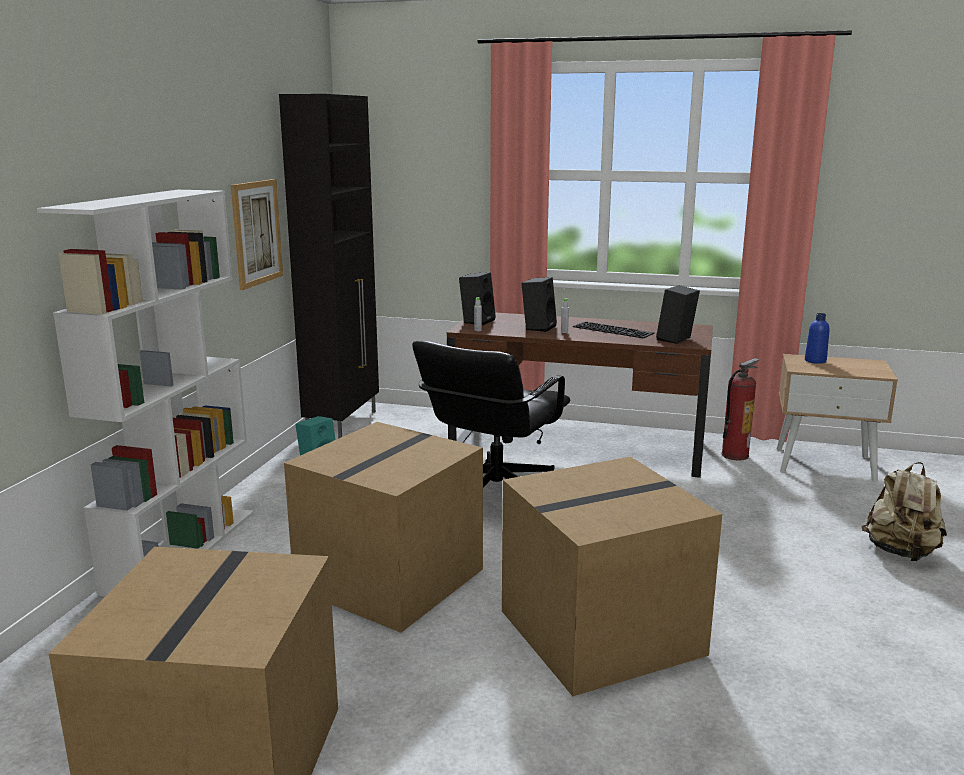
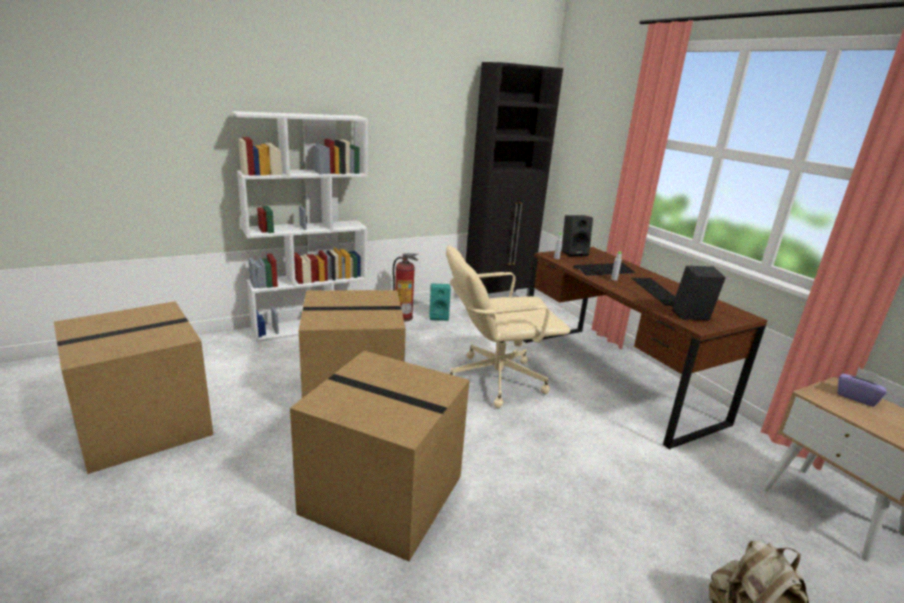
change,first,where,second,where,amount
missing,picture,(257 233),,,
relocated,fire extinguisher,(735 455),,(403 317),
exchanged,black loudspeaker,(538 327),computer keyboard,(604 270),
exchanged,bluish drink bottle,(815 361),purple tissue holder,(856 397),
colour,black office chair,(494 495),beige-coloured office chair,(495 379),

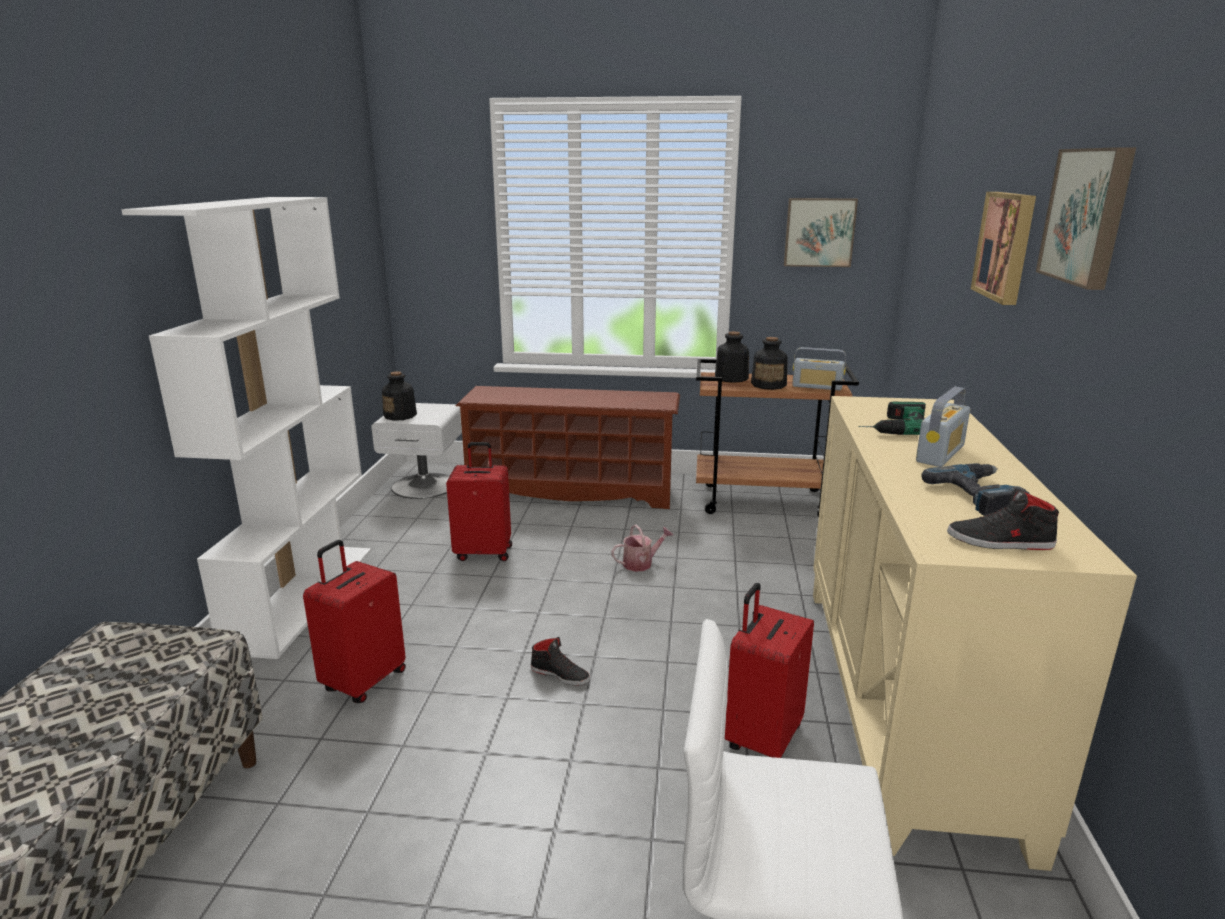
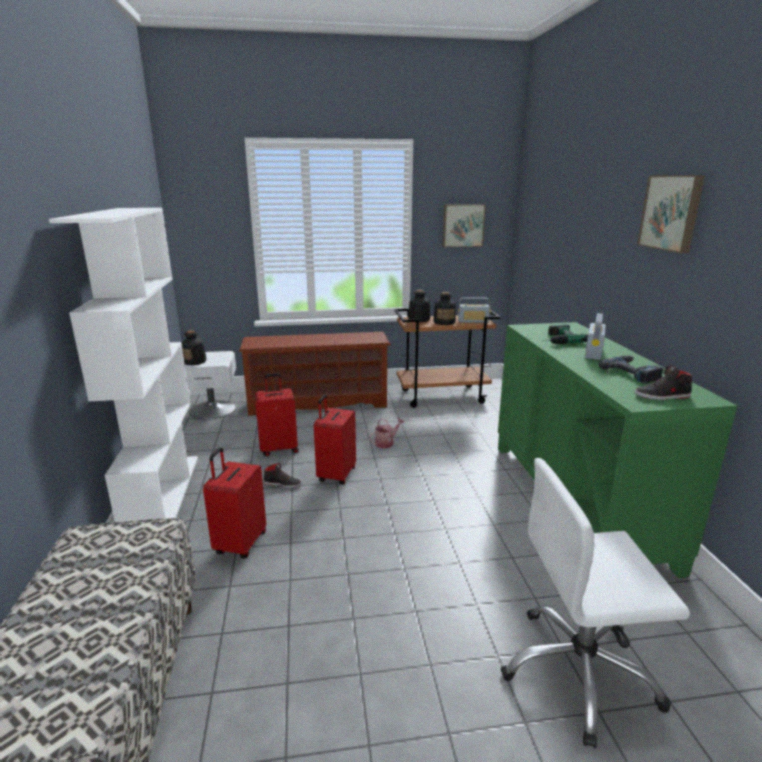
change,first,where,second,where,amount
missing,picture,(1007 246),,,
relocated,black item of footwear,(560 674),,(282 483),
relocated,red-coloured piece of luggage,(762 737),,(335 475),
colour,beige-coloured storage cabinet,(905 701),green storage cabinet,(576 501),

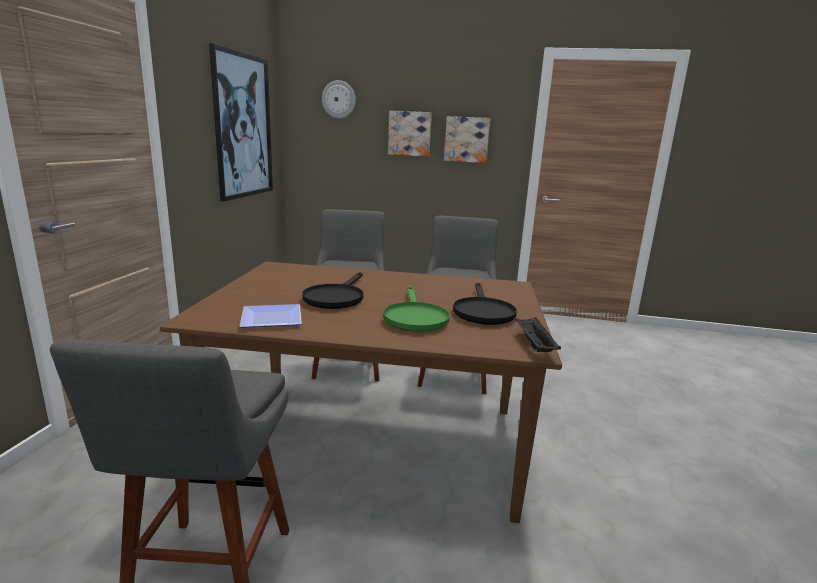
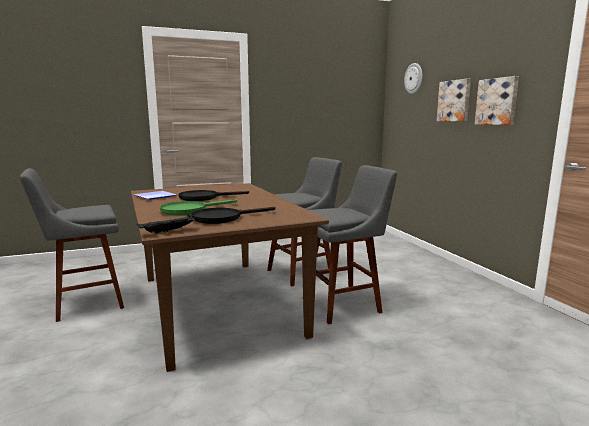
change,first,where,second,where,amount
missing,picture,(243 126),,,

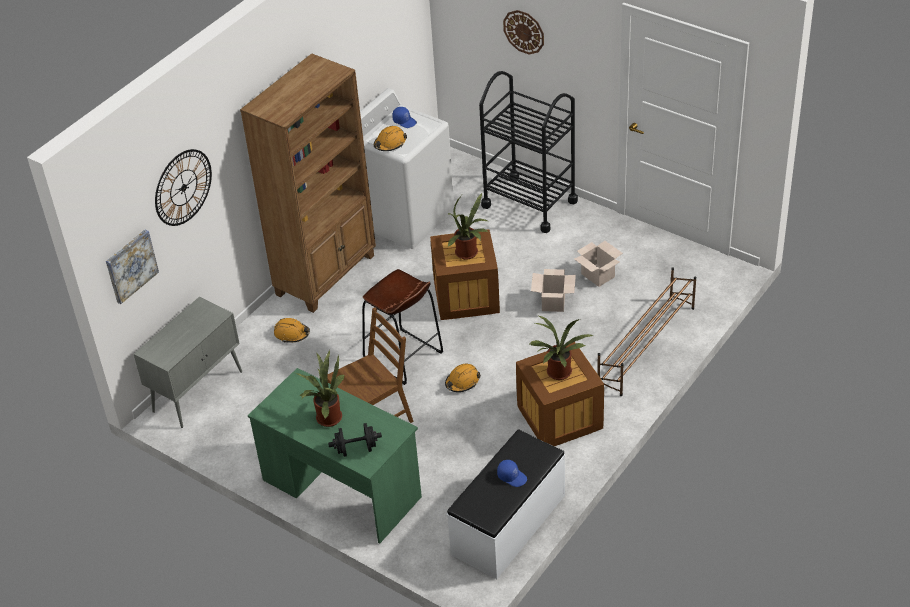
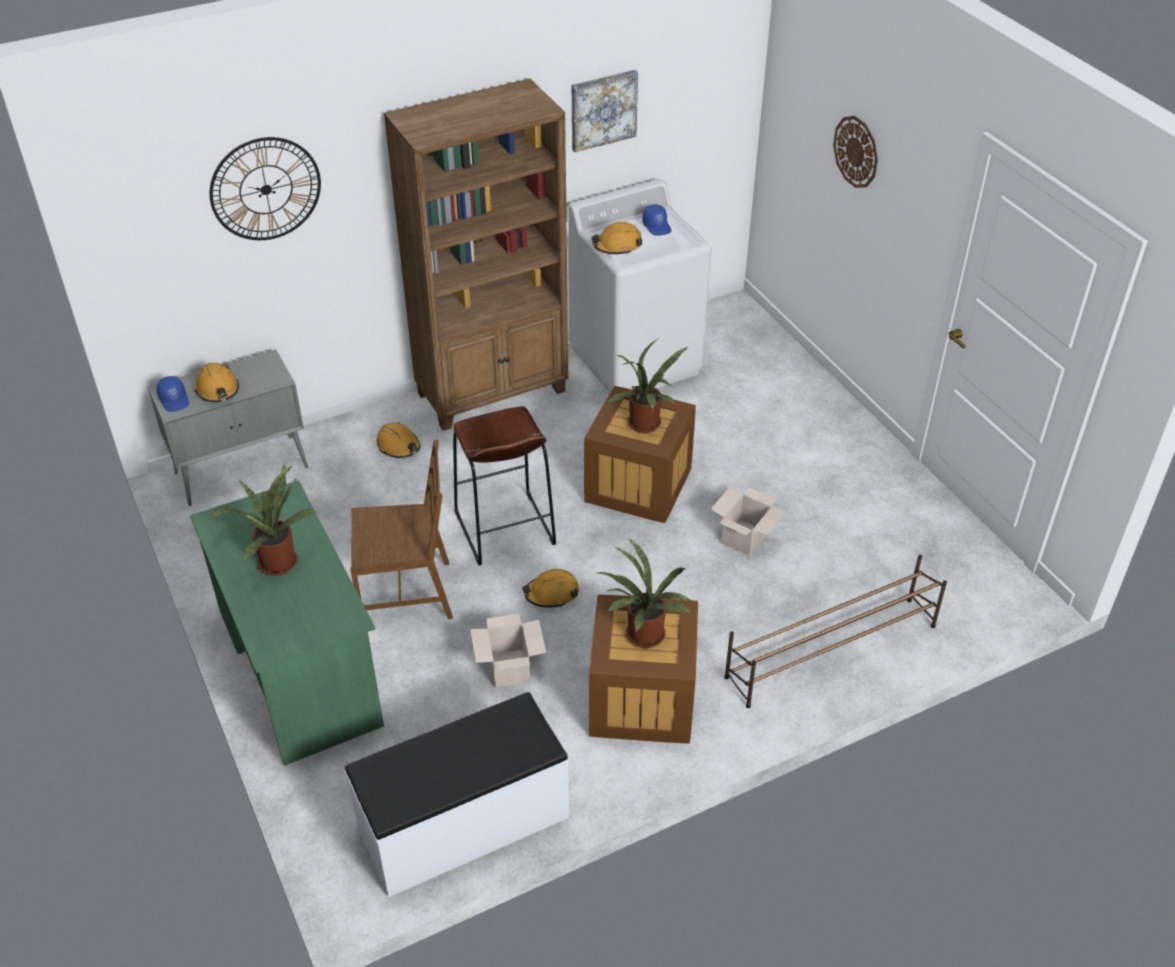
change,first,where,second,where,amount
missing,black free weight,(356 449),,,
missing,black trolley,(529 203),,,
appeared,,,orange-coloured work helmet,(218 389),
relocated,picture,(131 265),,(603 109),
relocated,bluish baseball cap,(512 476),,(175 400),
relocated,packing box,(598 275),,(510 669),

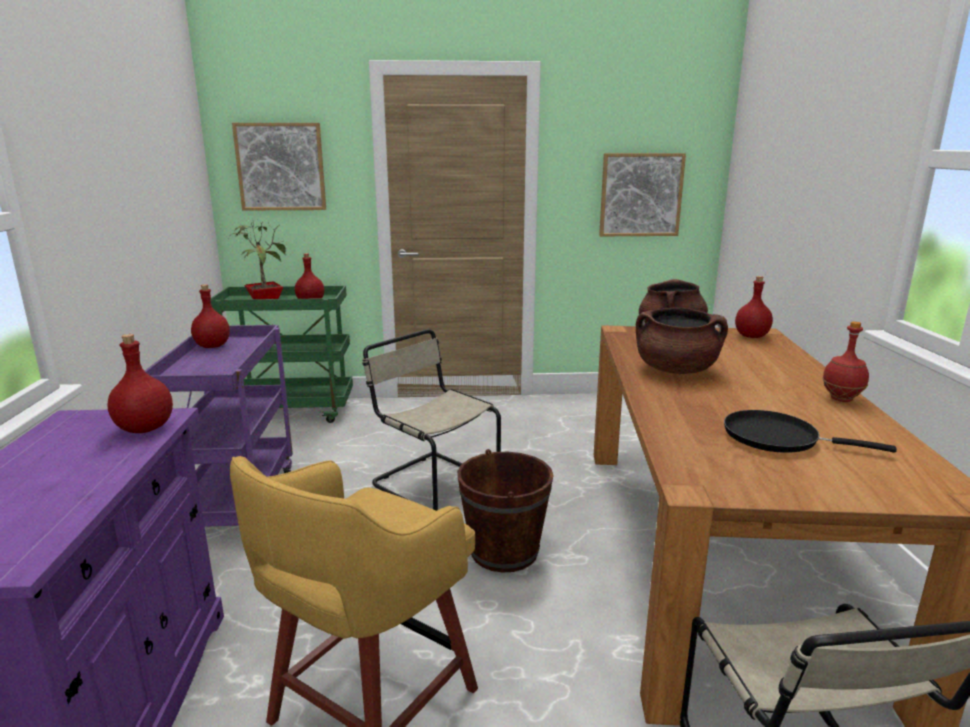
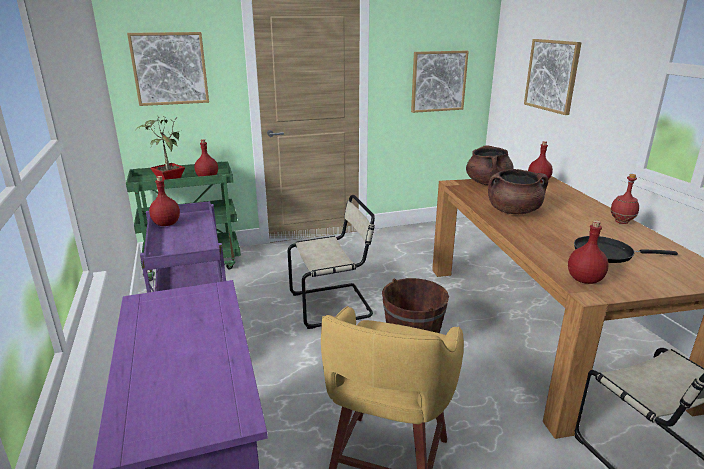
change,first,where,second,where,amount
appeared,,,picture,(552 75),
relocated,red-coloured drink bottle,(144 428),,(583 280),
spun,beige-coloured plain chair,(431 482),,(334 305),135 degrees clockwise

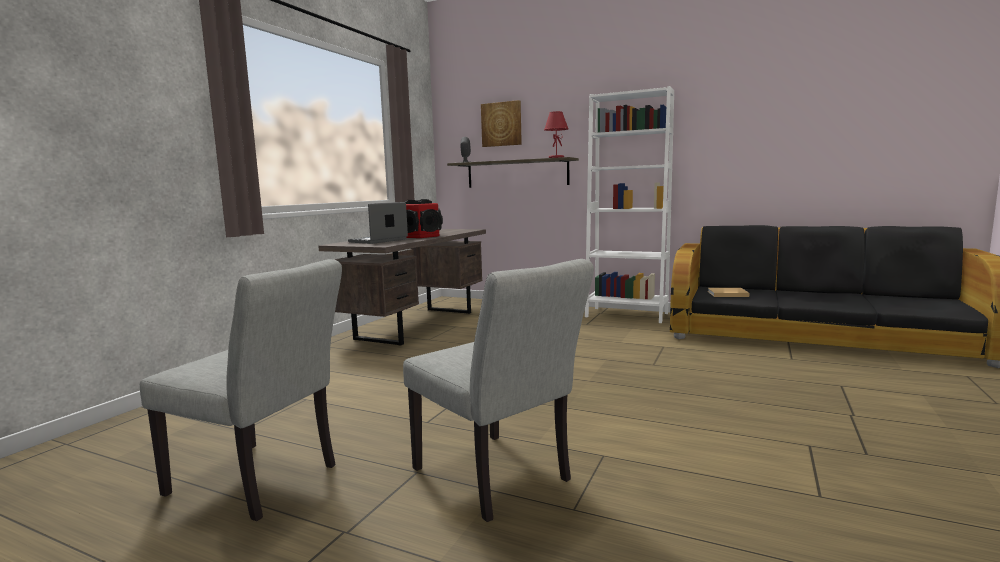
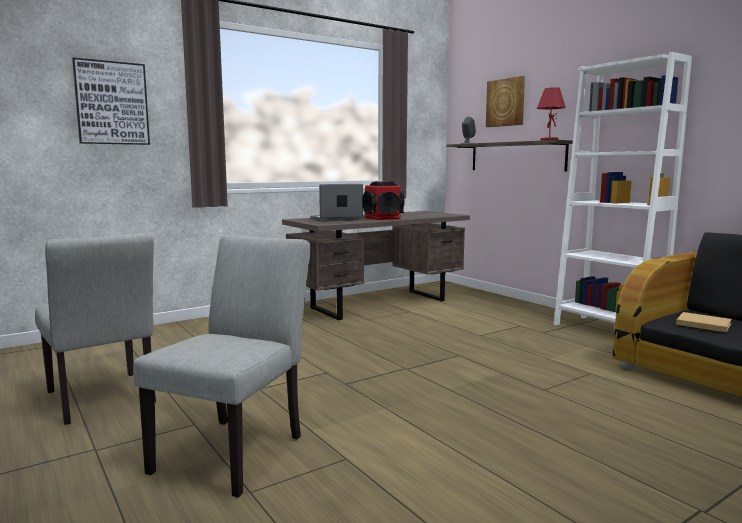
change,first,where,second,where,amount
appeared,,,picture,(112 103),
spun,grey plain chair,(498 479),,(236 449),150 degrees counterclockwise

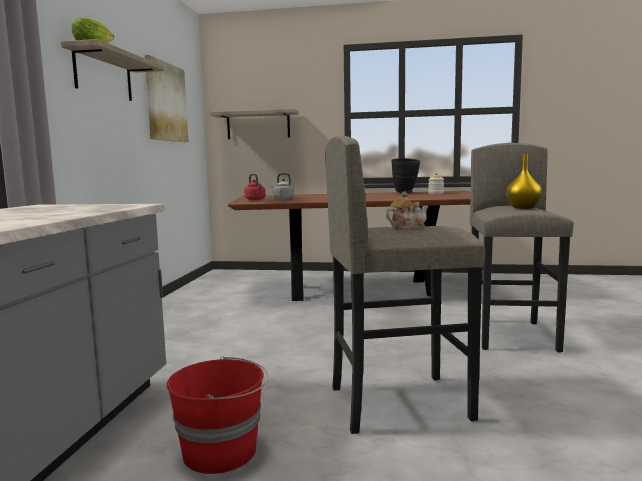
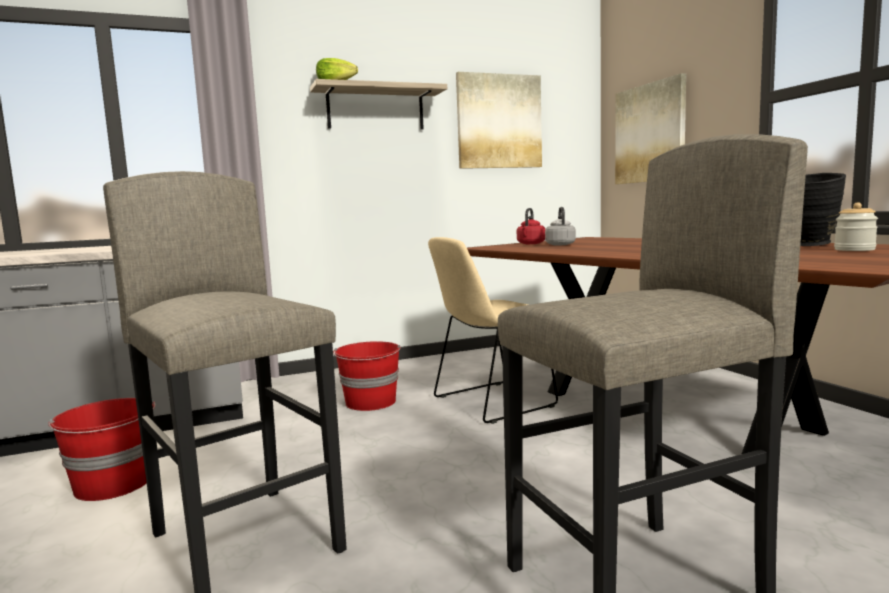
change,first,where,second,where,amount
missing,teapot,(406 228),,,
missing,yellow-coloured flower vase,(523 208),,,
appeared,,,red-coloured water bucket,(371 402),
appeared,,,beige-coloured plain chair,(490 403),
exchanged,bracket shelf,(258 125),picture,(650 133),

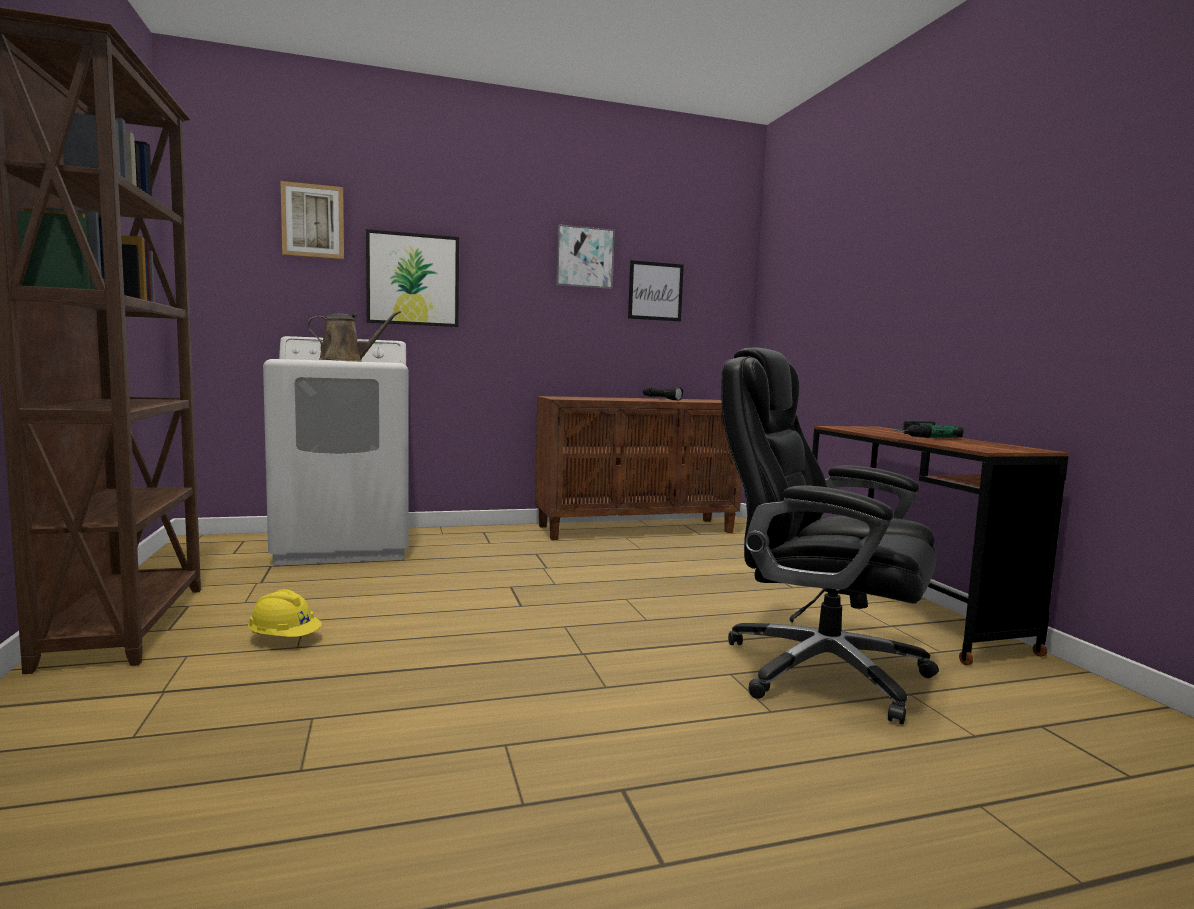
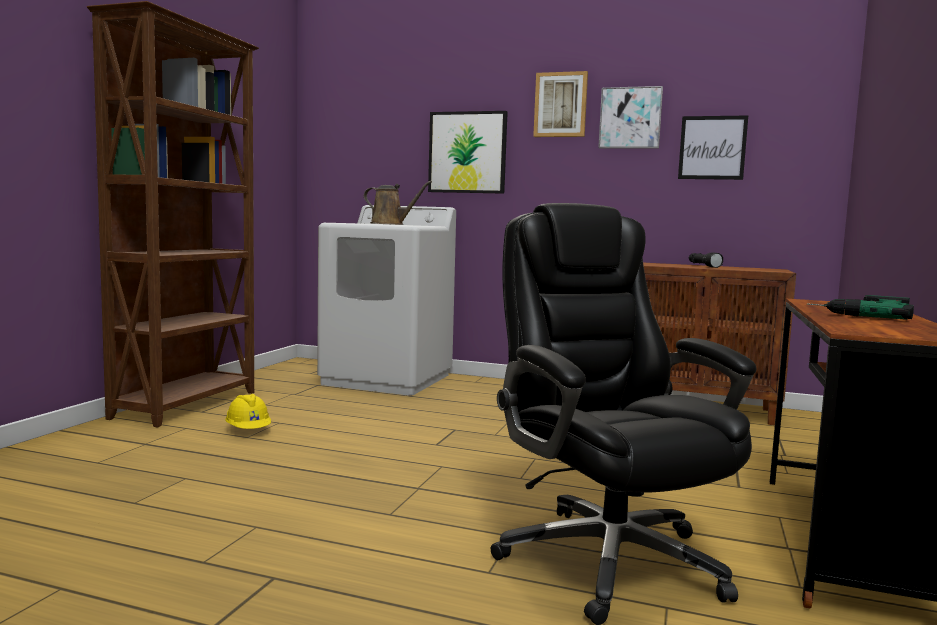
change,first,where,second,where,amount
relocated,picture,(313 221),,(560 105),

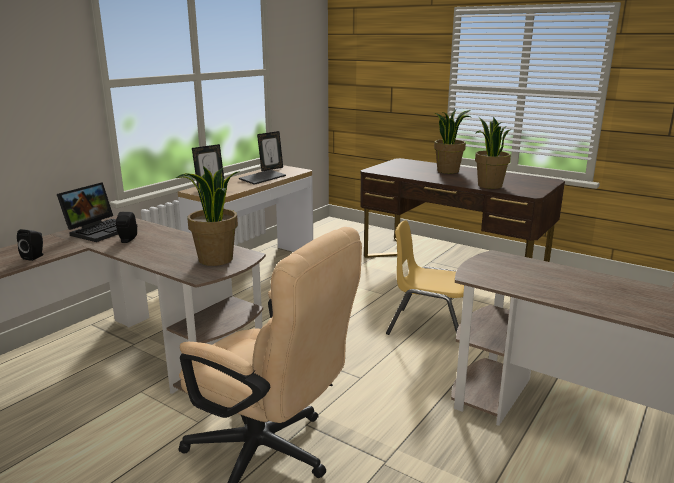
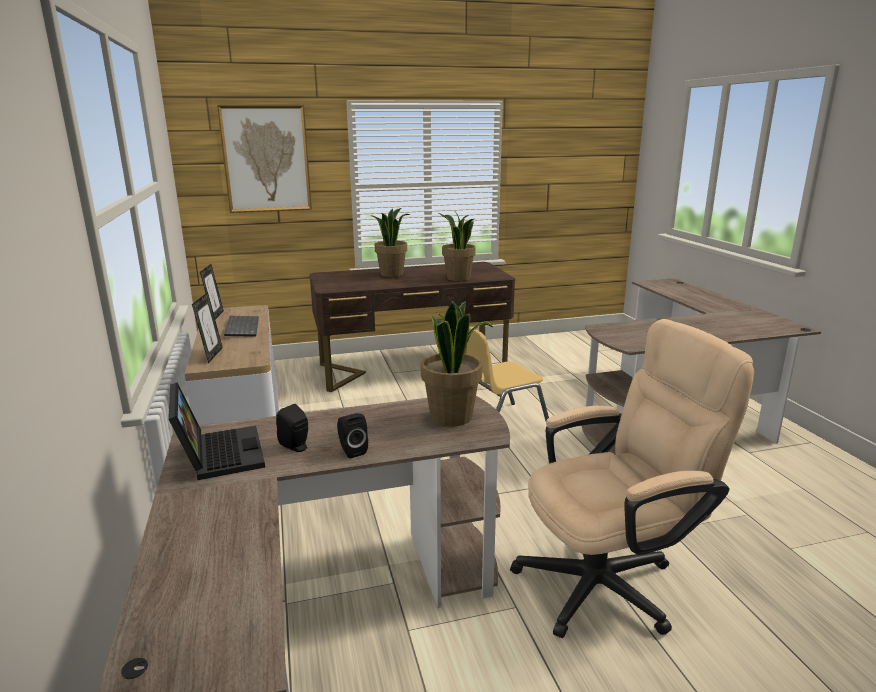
change,first,where,second,where,amount
appeared,,,picture,(266 159),
relocated,black loudspeaker,(35 256),,(351 451),

